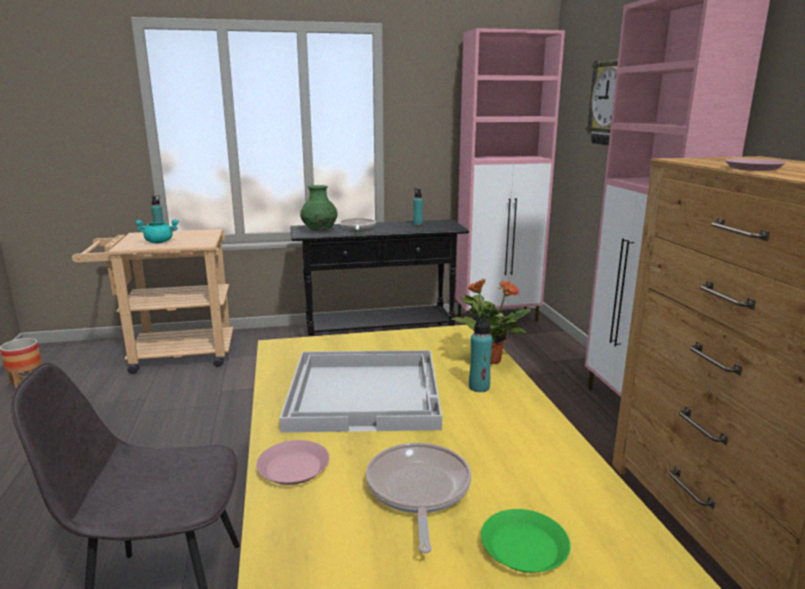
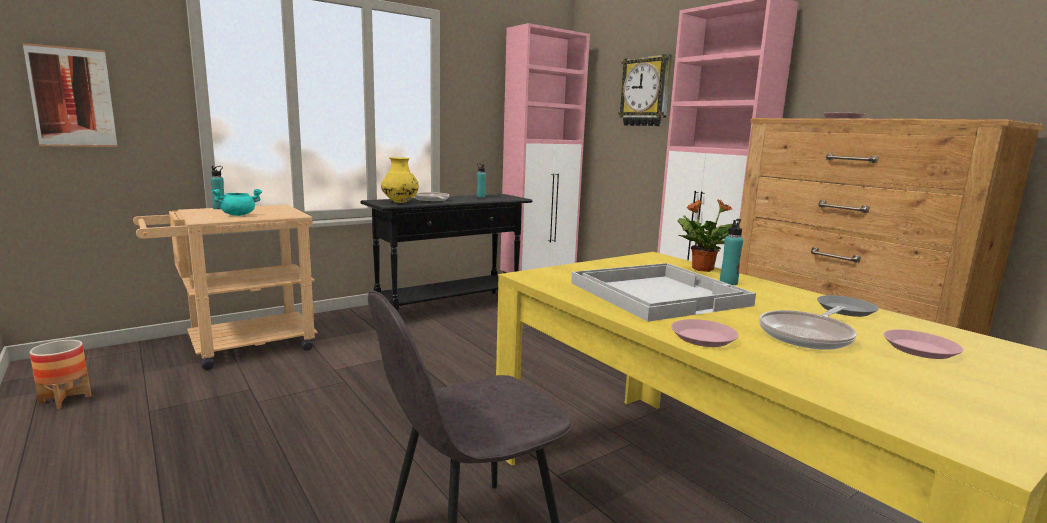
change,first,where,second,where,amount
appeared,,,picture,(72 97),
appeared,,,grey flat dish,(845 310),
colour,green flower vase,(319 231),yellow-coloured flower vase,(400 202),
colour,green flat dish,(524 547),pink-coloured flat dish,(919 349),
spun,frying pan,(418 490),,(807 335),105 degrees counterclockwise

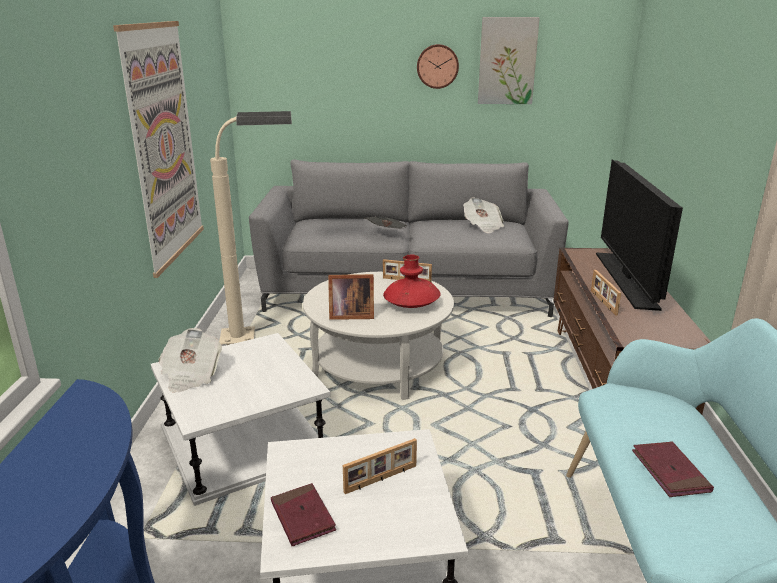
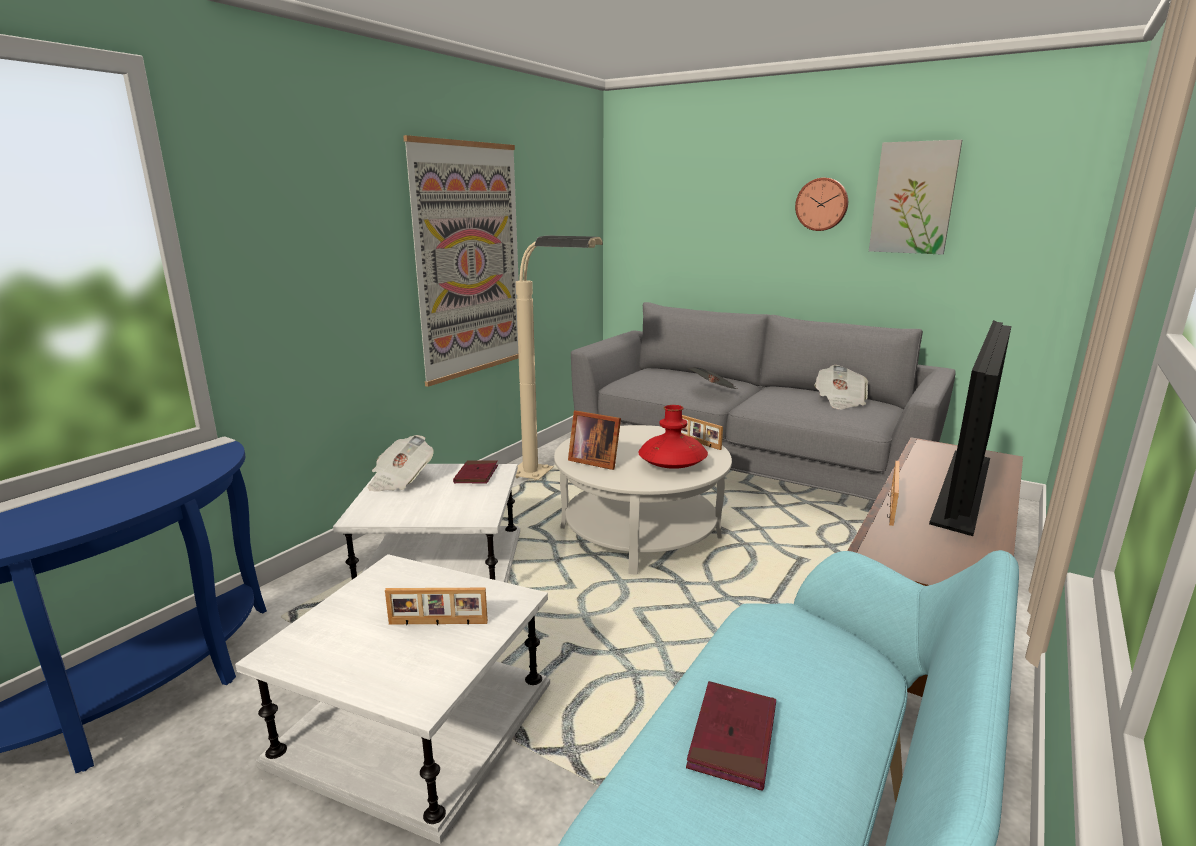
change,first,where,second,where,amount
relocated,red-coloured volume,(302 517),,(476 475),

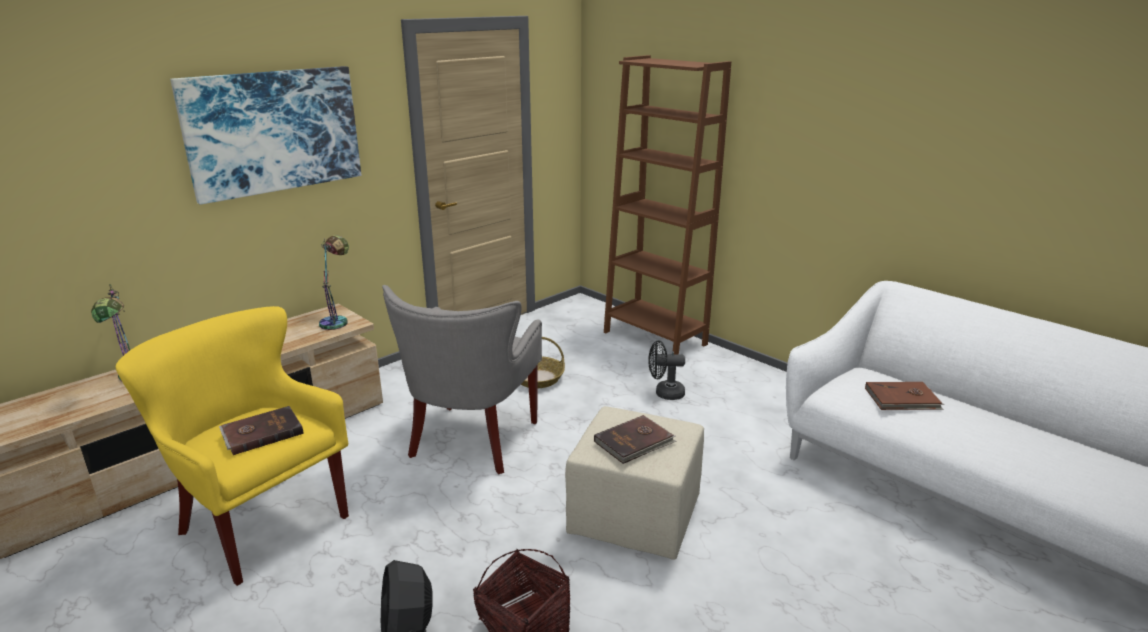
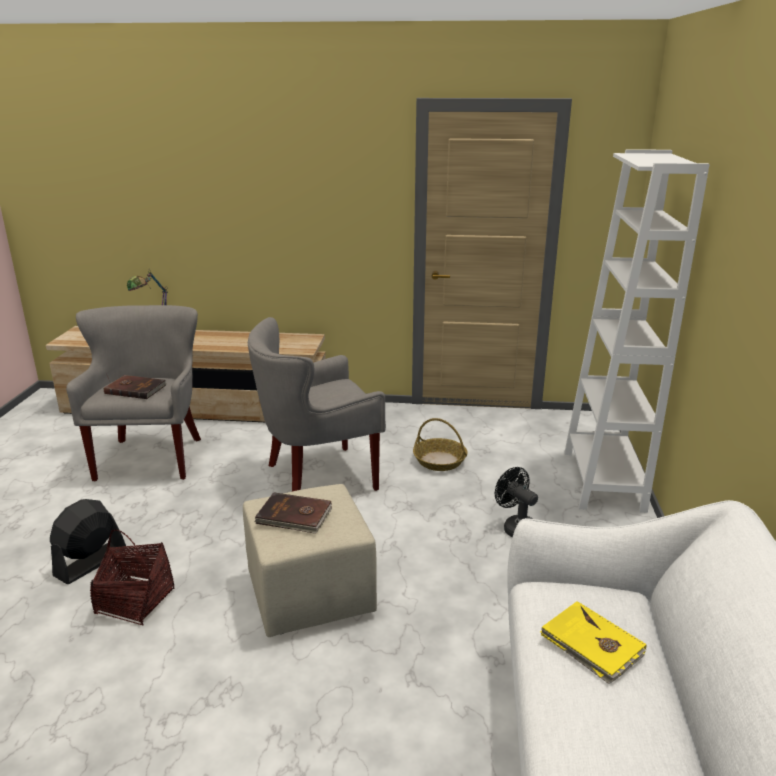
change,first,where,second,where,amount
missing,picture,(273 131),,,
missing,tabletop lamp,(338 320),,,
colour,yellow-coloured easy chair,(262 523),grey easy chair,(152 457),
colour,brown bookcase,(654 338),whitish bookcase,(603 480),
colour,brown volume,(903 399),yellow-coloured volume,(592 645),

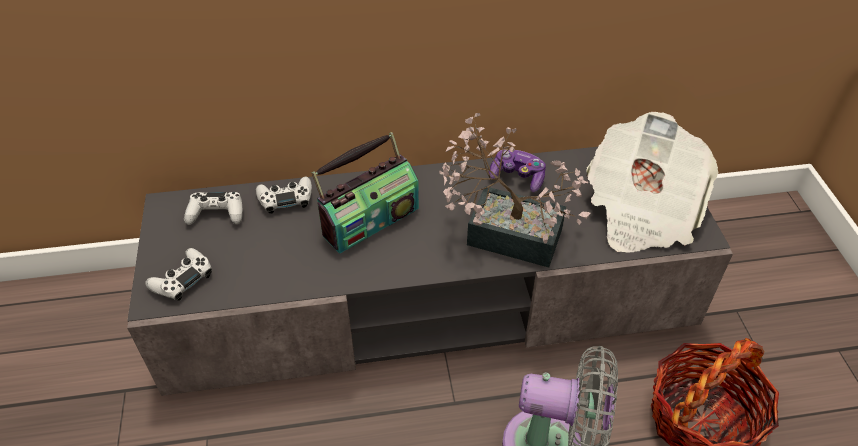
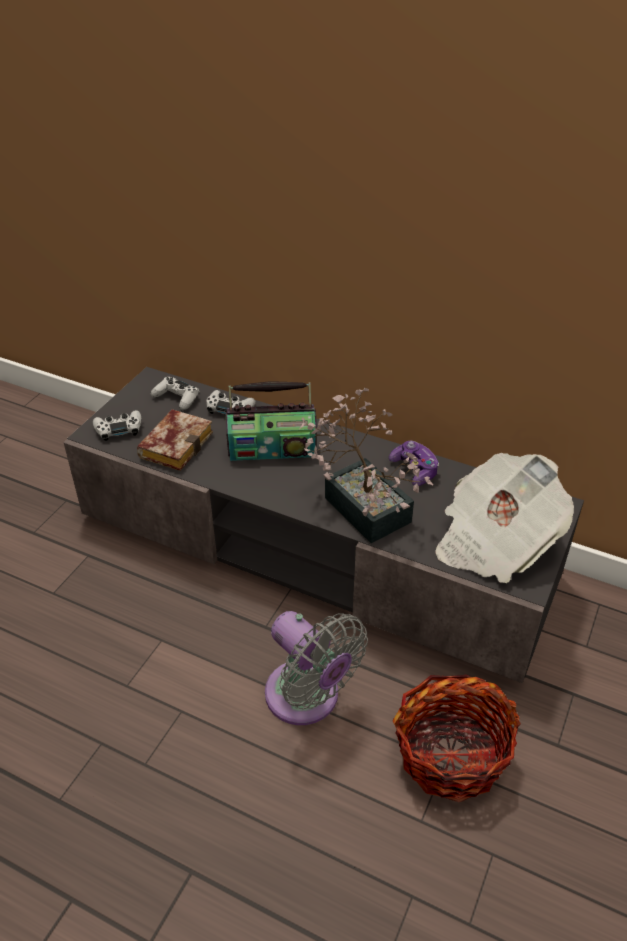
change,first,where,second,where,amount
appeared,,,volume,(176 443),

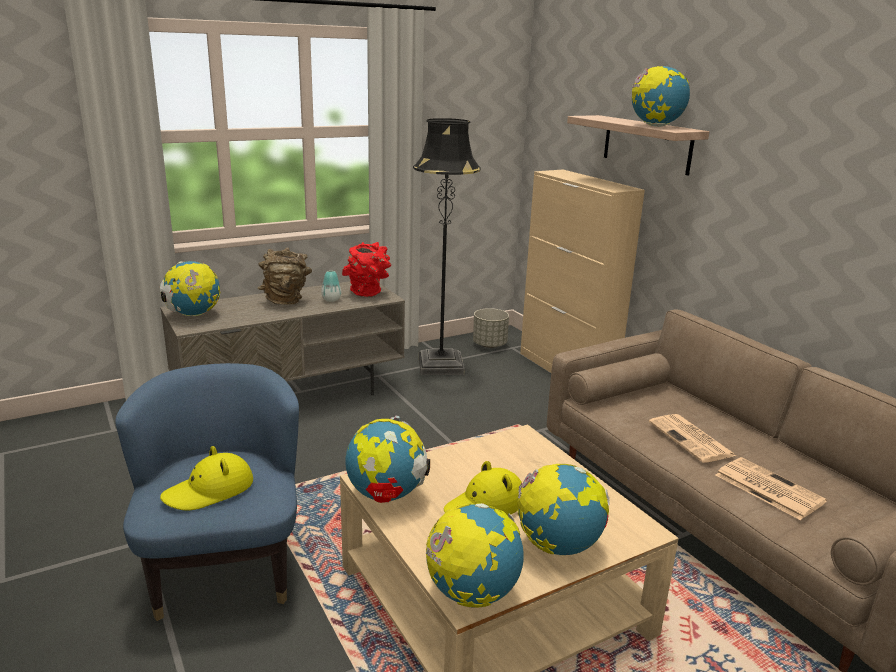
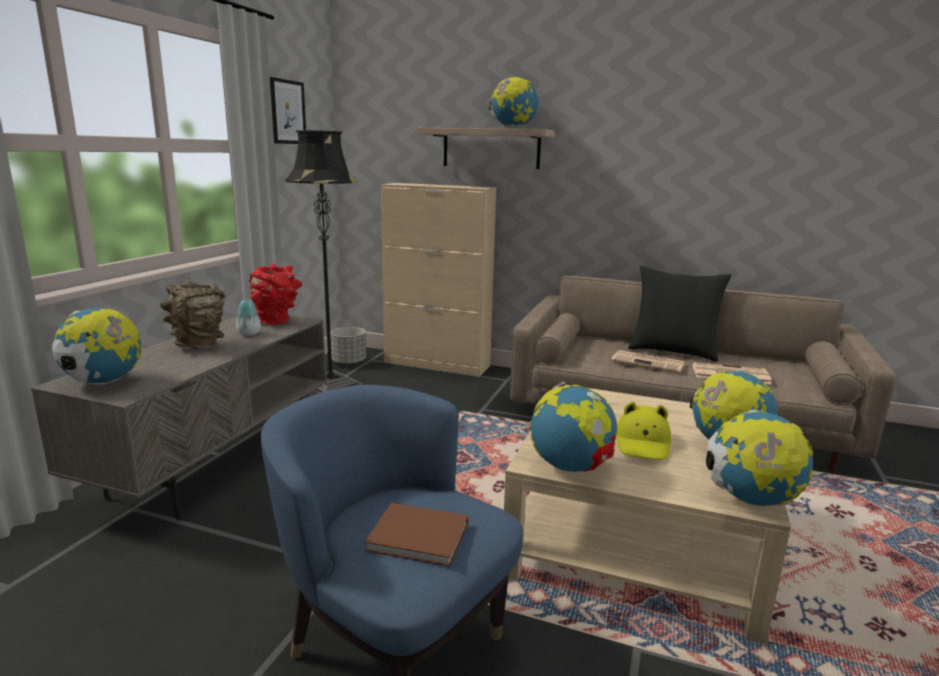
change,first,where,second,where,amount
appeared,,,picture,(287 112),
appeared,,,black cushion,(673 351),
exchanged,yellow-coloured wearable hat,(209 490),brown volume,(421 537),

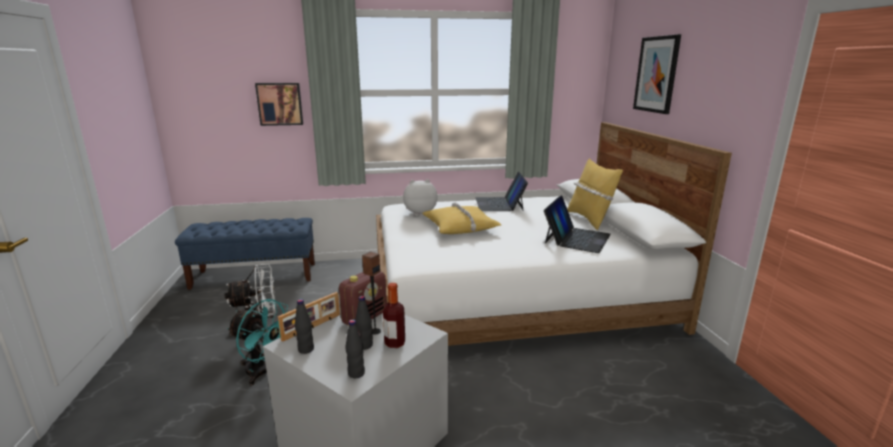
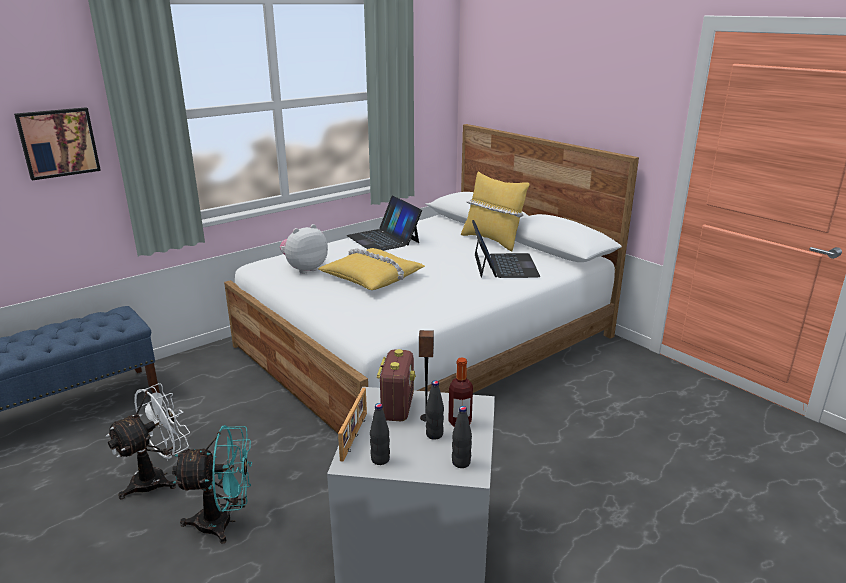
change,first,where,second,where,amount
missing,picture,(656 74),,,

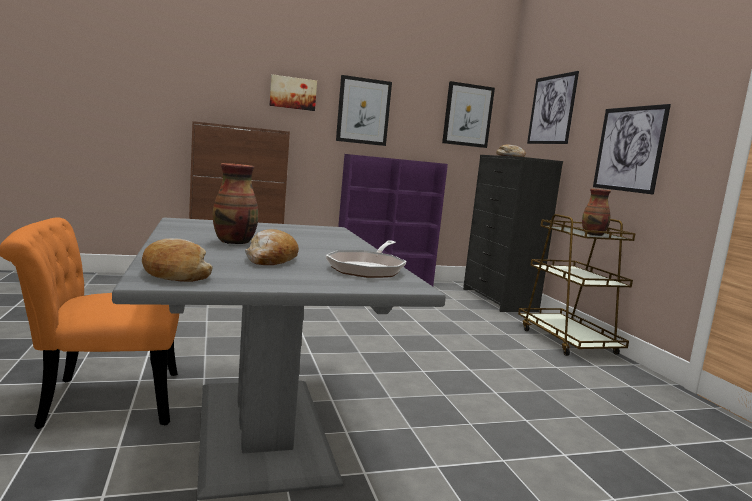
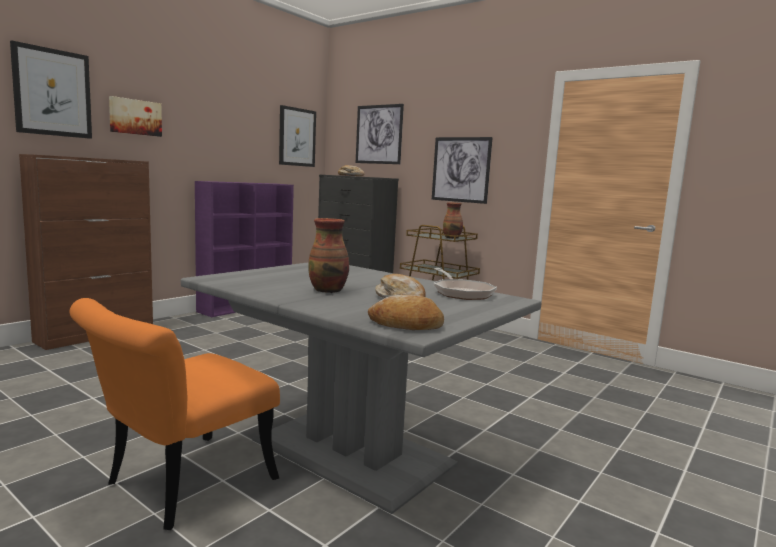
change,first,where,second,where,amount
relocated,picture,(363 111),,(52 92),

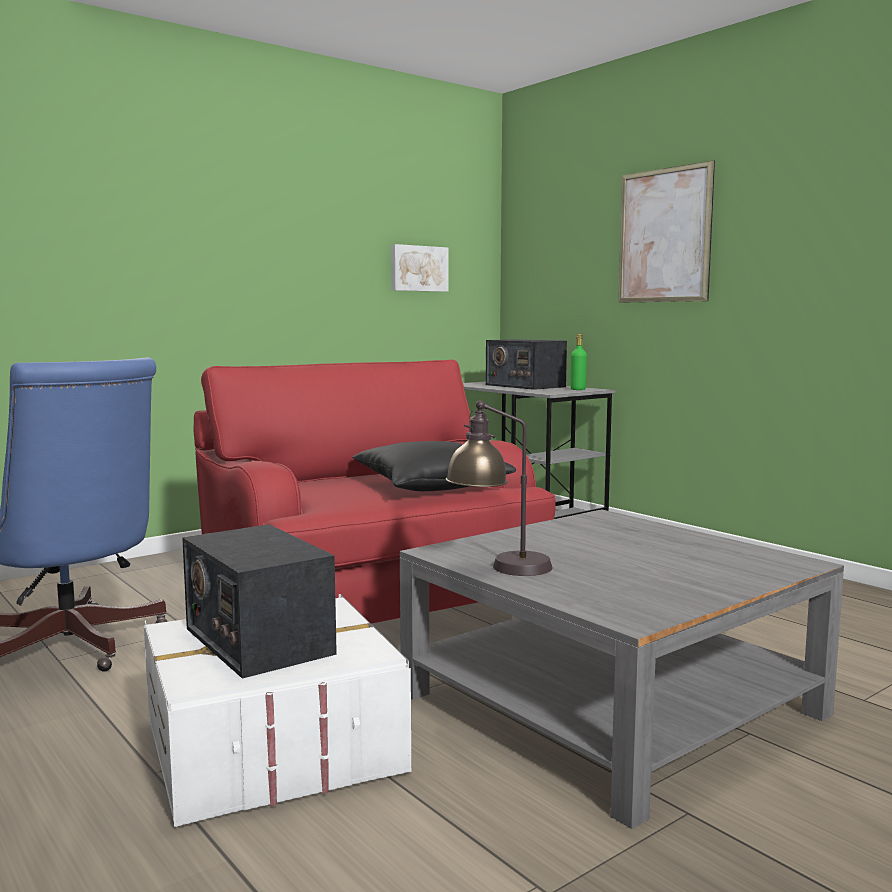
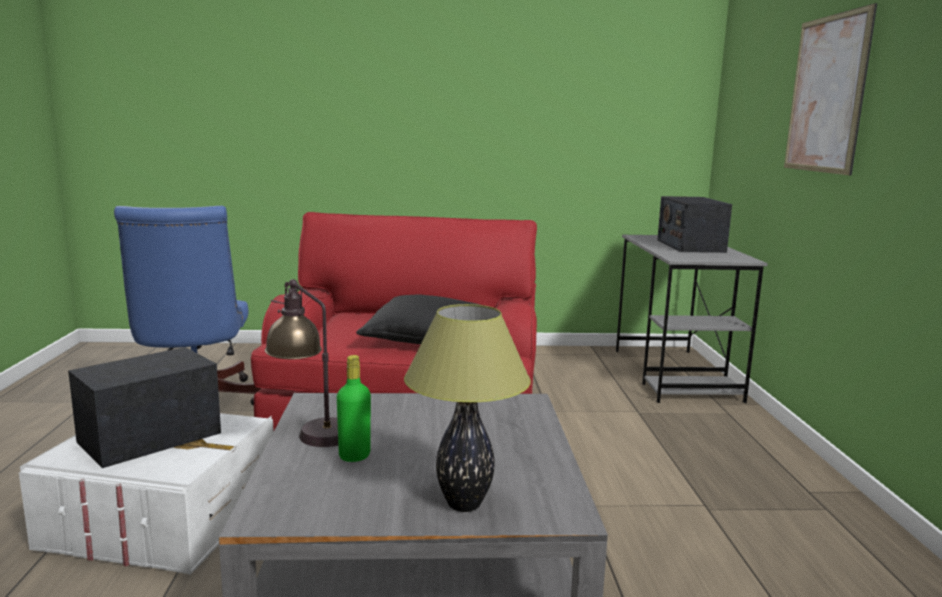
change,first,where,second,where,amount
missing,picture,(418 268),,,
appeared,,,tabletop lamp,(464 504),
relocated,green drink bottle,(578 389),,(354 456),
spun,radio receiver,(258 641),,(151 437),45 degrees clockwise

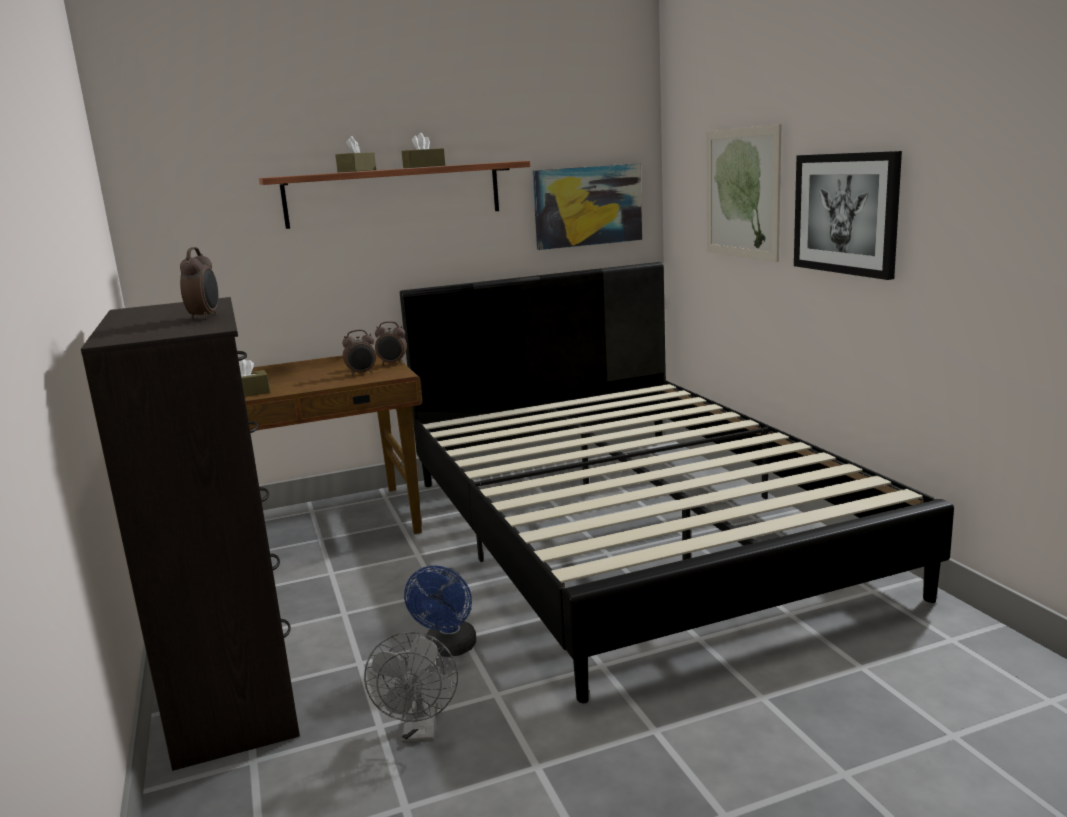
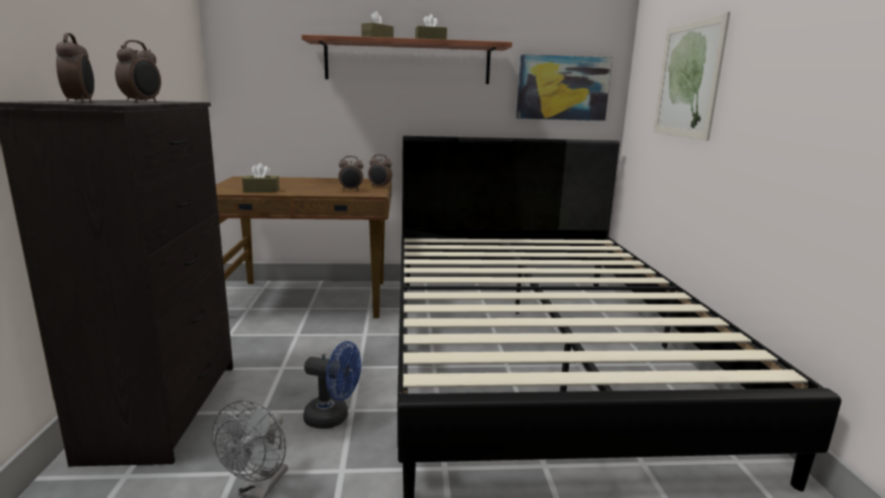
change,first,where,second,where,amount
missing,picture,(845 213),,,
appeared,,,bedside clock,(81 102),
spun,bluish electric fan,(449 649),,(333 418),105 degrees counterclockwise

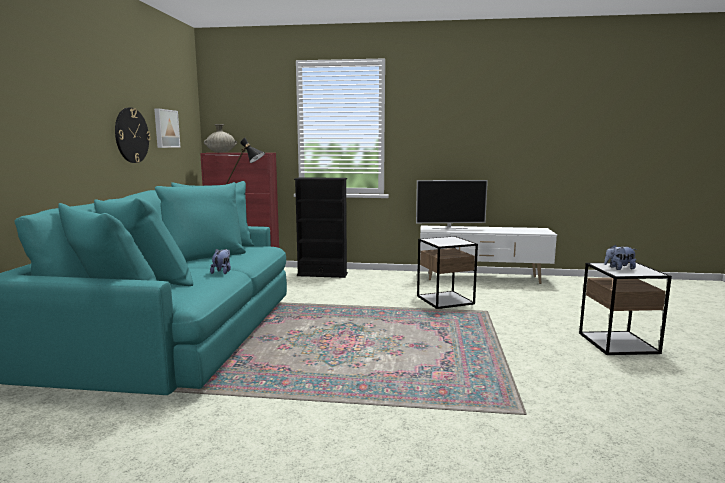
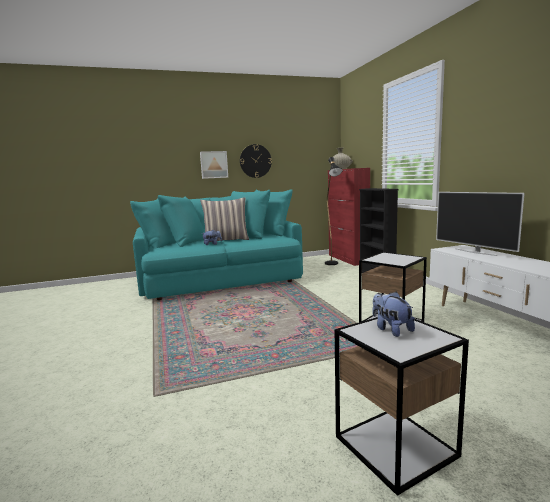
change,first,where,second,where,amount
appeared,,,cushion,(226 240),
relocated,picture,(165 128),,(214 164),

